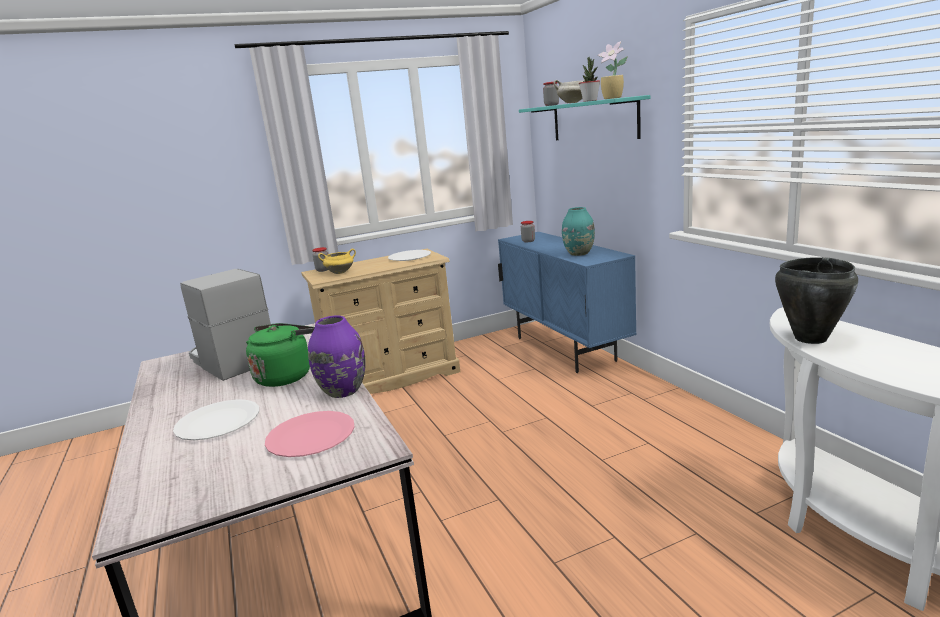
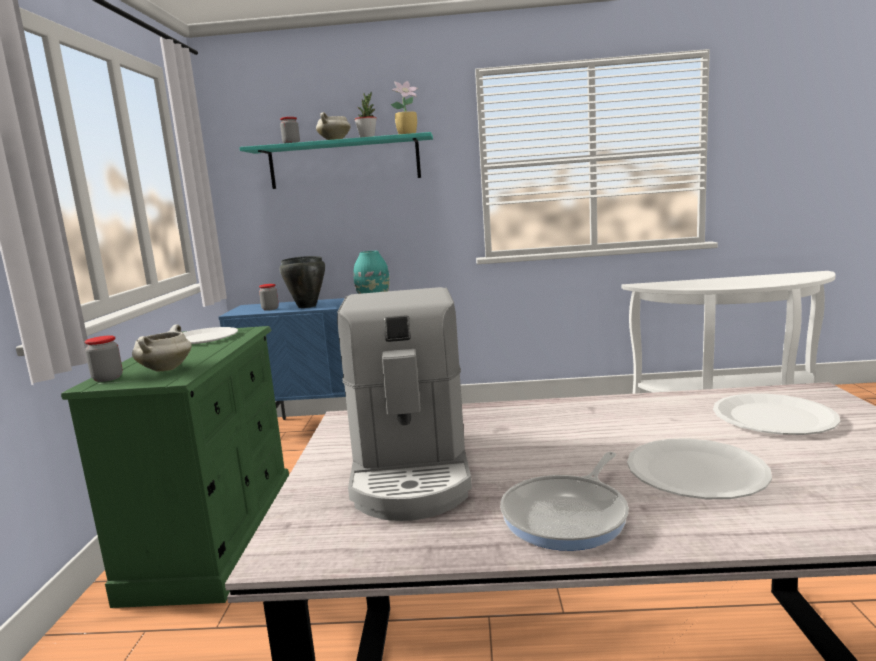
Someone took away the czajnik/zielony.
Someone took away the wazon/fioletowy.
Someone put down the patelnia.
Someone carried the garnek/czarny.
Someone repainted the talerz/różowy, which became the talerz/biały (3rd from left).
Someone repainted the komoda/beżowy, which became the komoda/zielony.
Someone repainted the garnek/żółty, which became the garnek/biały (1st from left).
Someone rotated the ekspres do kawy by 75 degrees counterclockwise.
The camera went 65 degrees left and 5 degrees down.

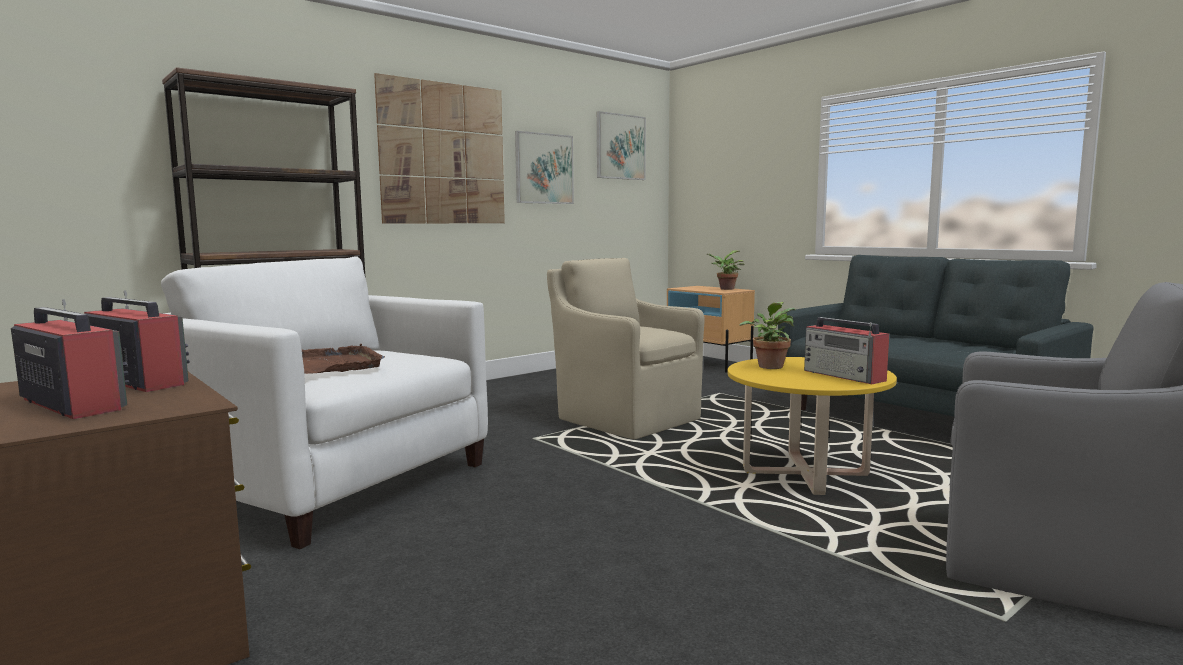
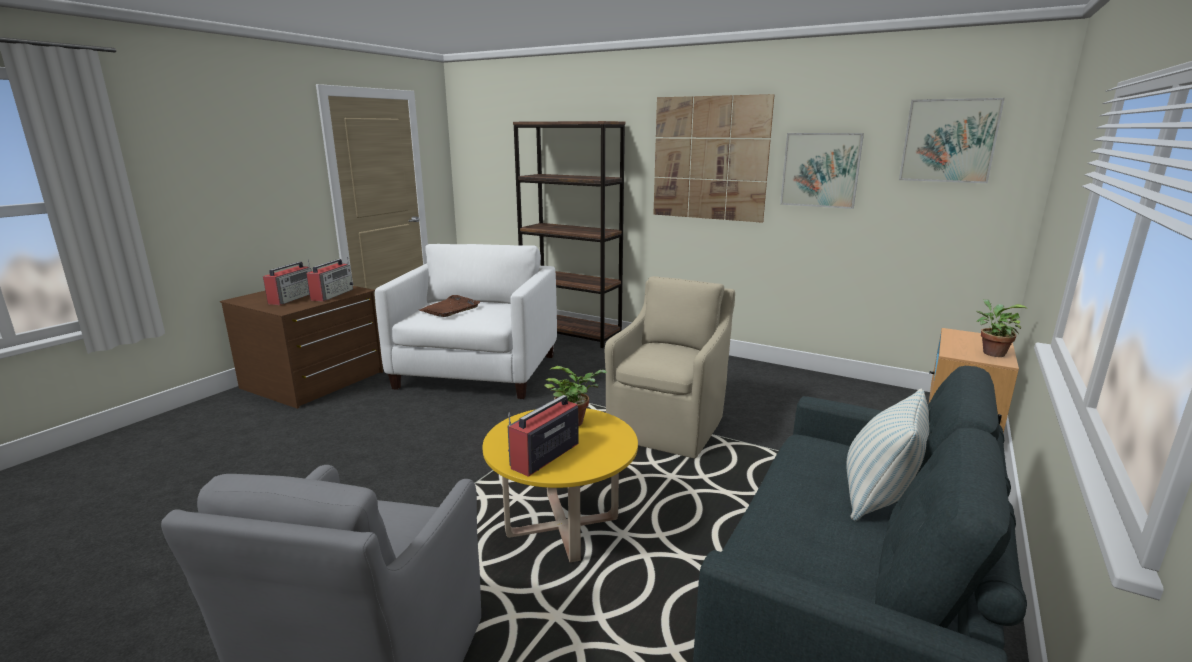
Someone put down the poduszka.
The camera went 70 degrees right and 10 degrees up.

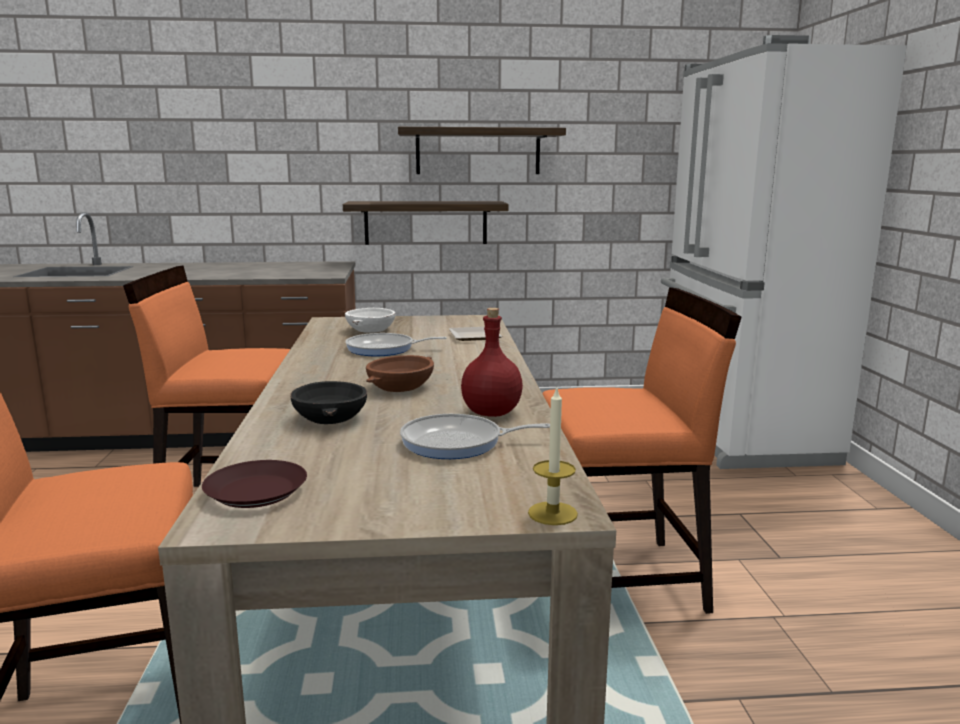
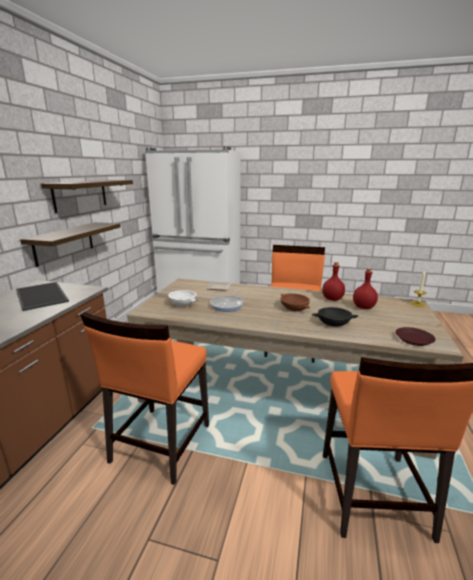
Someone put down the taca.
Someone swapped the patelnia (2nd from left) for the butelka/czerwony (2nd from left).
The camera went 70 degrees left and 5 degrees up.

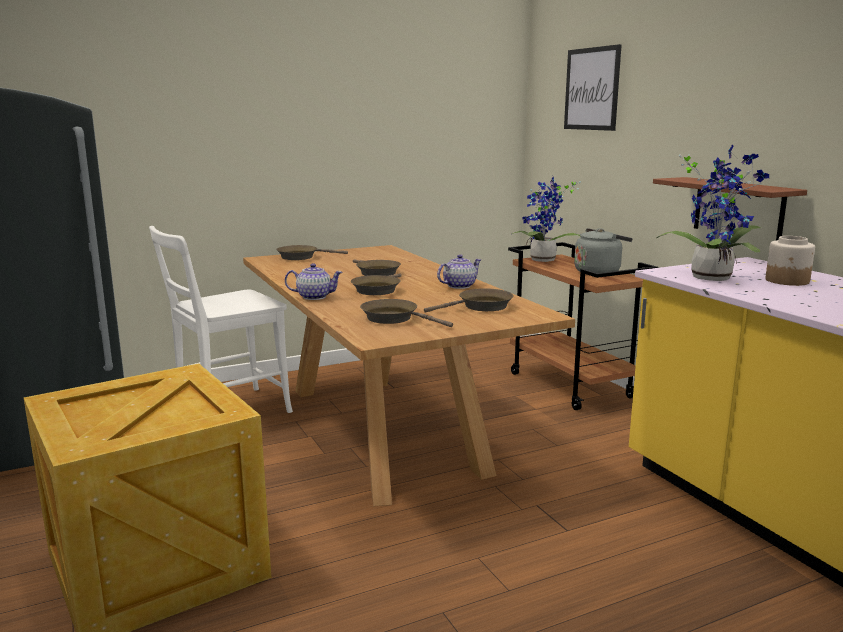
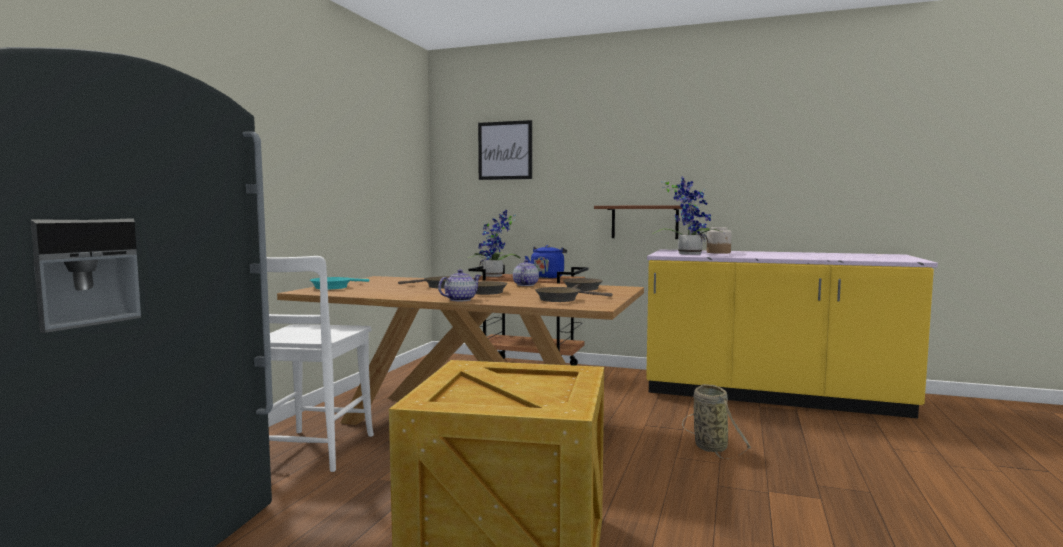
Someone put down the koszyk.
Someone repainted the patelnia/brązowy (1st from left), which became the patelnia/turkusowy.
Someone repainted the czajnik/szary, which became the czajnik/niebieski.
The camera went 45 degrees left and 10 degrees down.

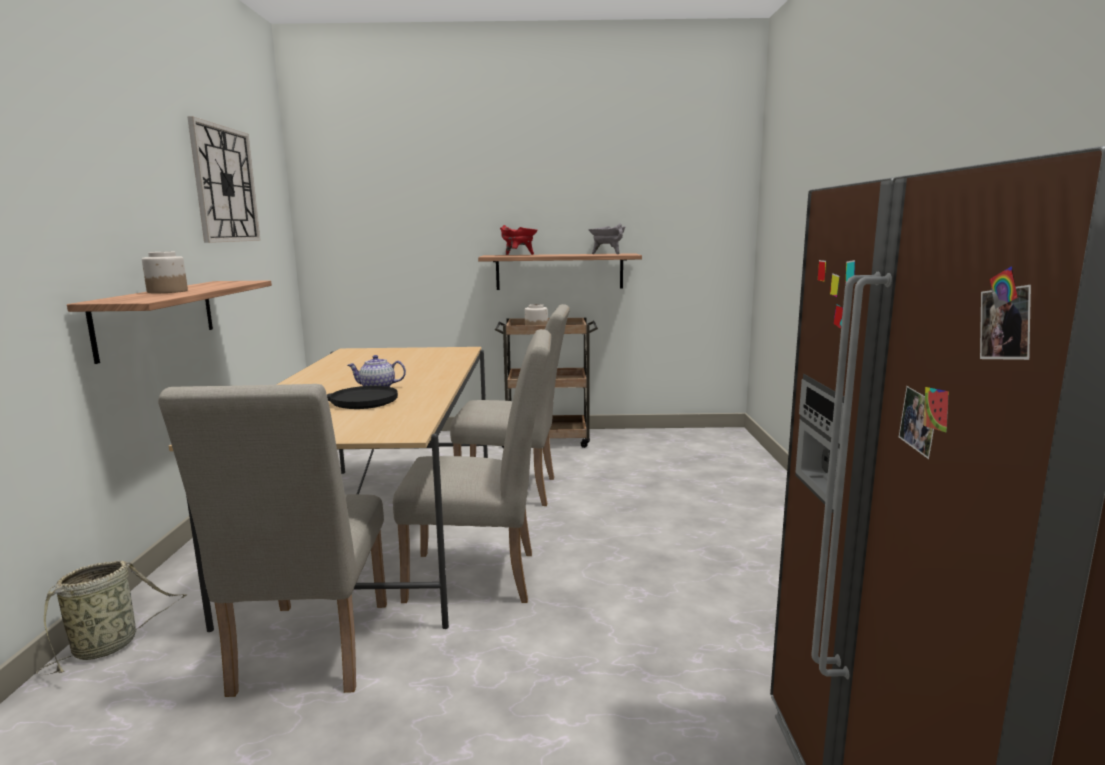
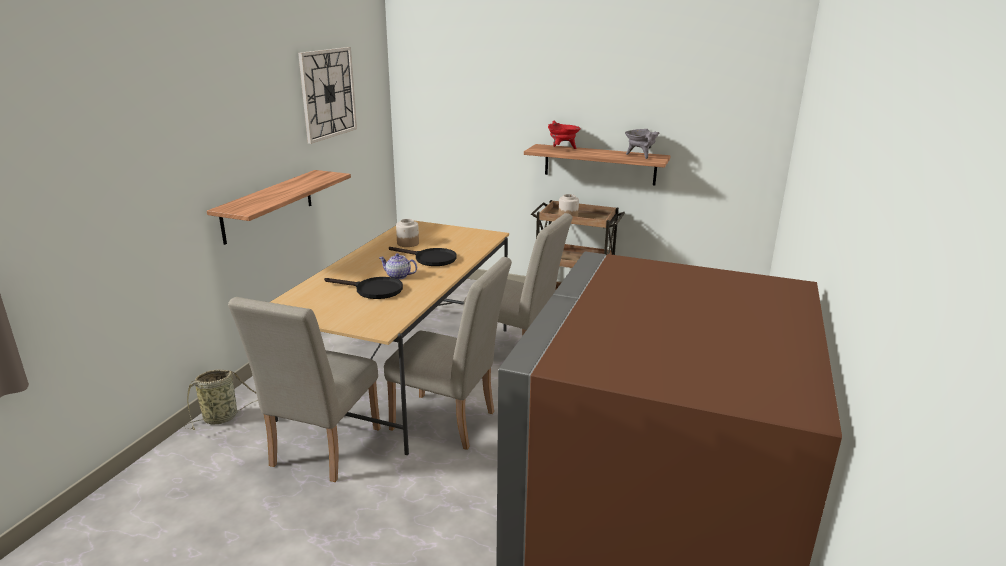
Someone put down the patelnia/czarny (2nd from left).
Someone carried the słoik (1st from left).
The camera went 20 degrees right and 10 degrees up.

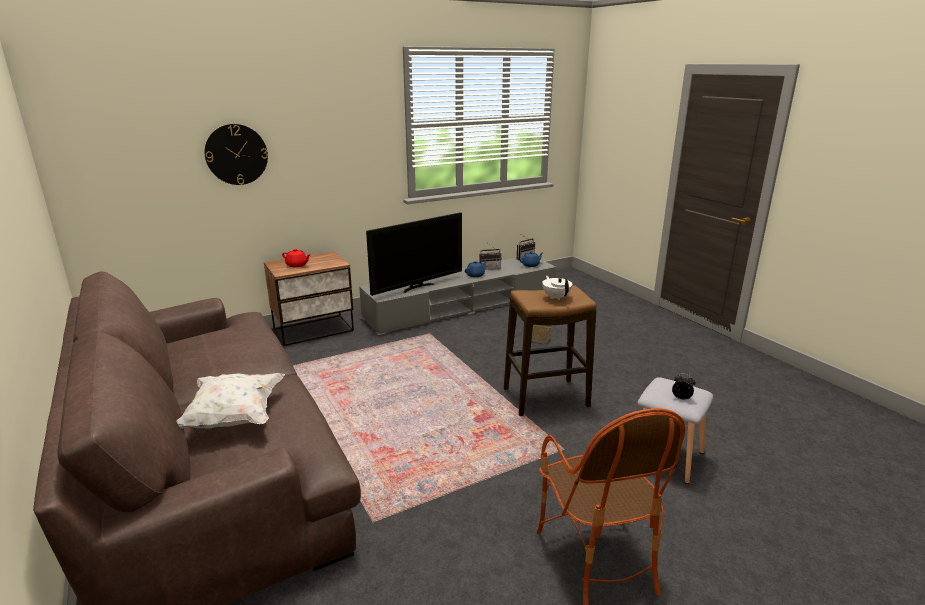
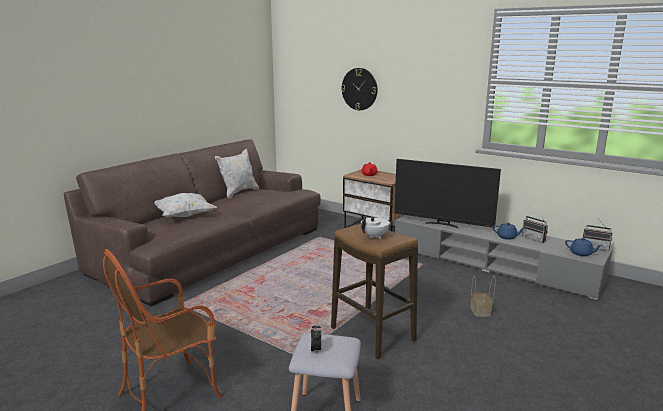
Someone put down the poduszka/biały (2nd from left).
The camera went 65 degrees right and 5 degrees down.

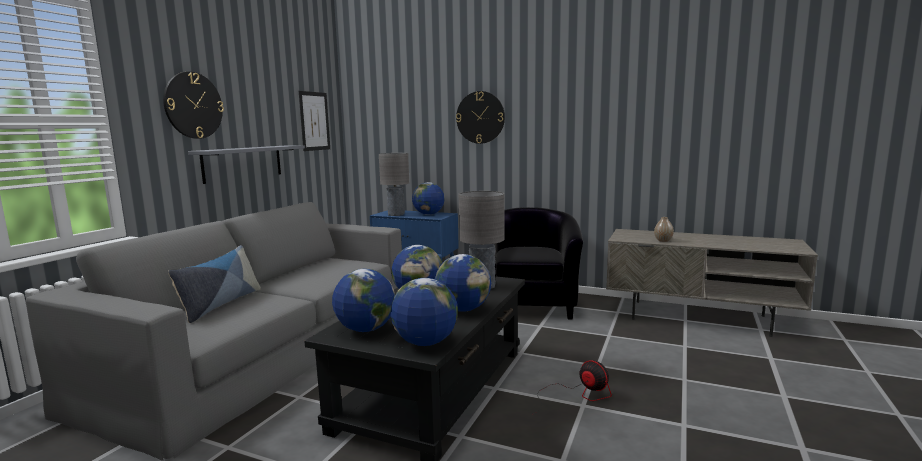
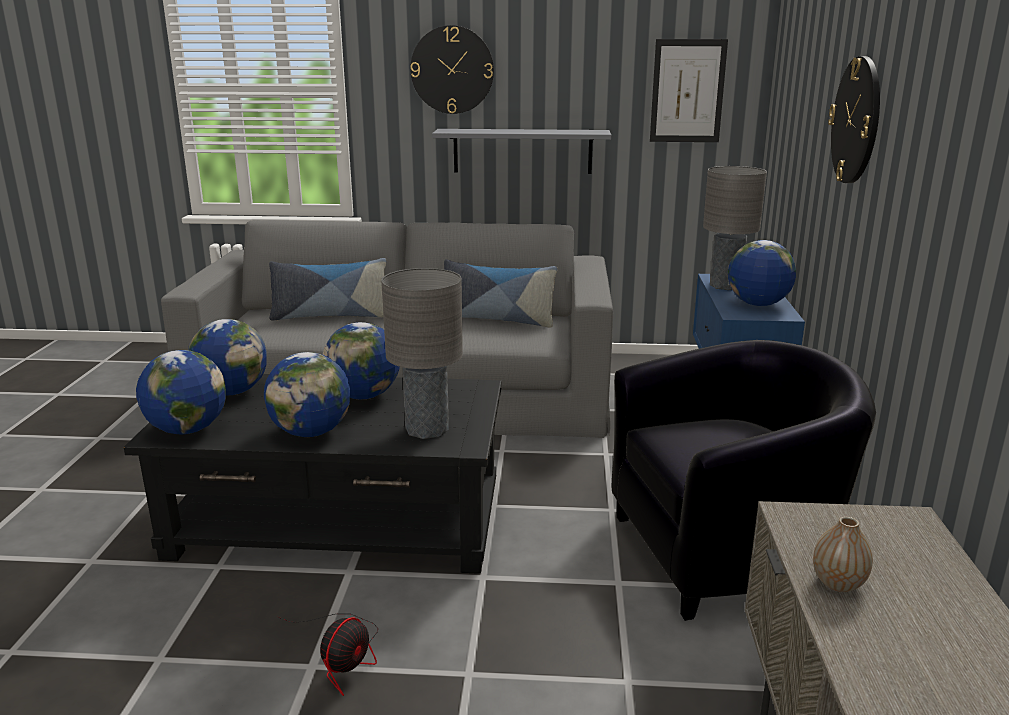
Someone put down the poduszka (2nd from left).
The camera went 70 degrees right and 10 degrees up.

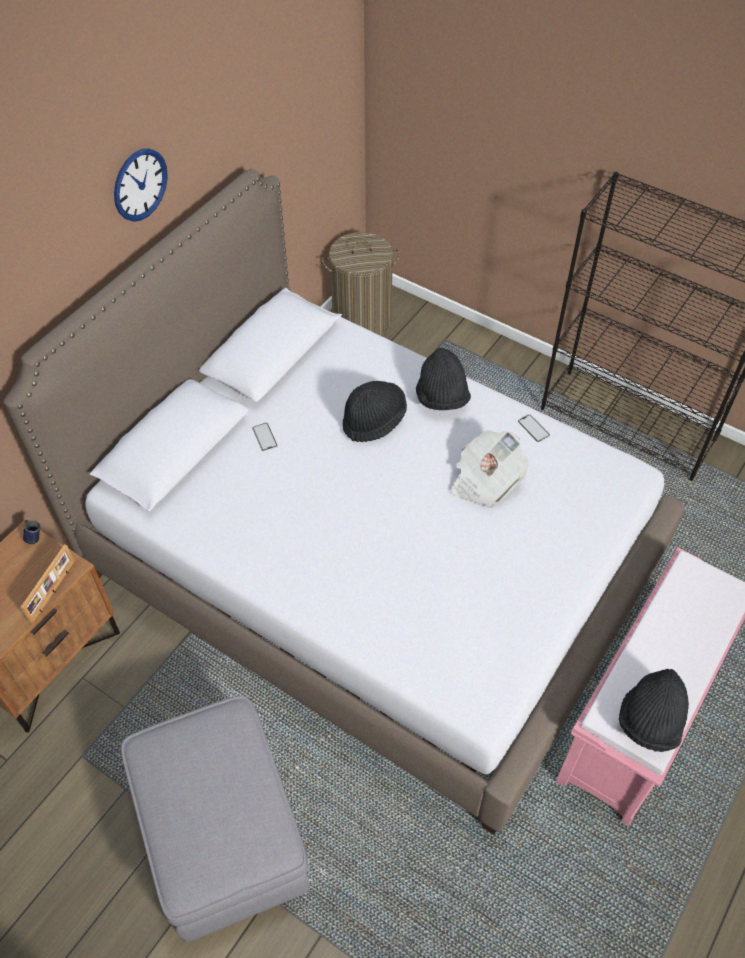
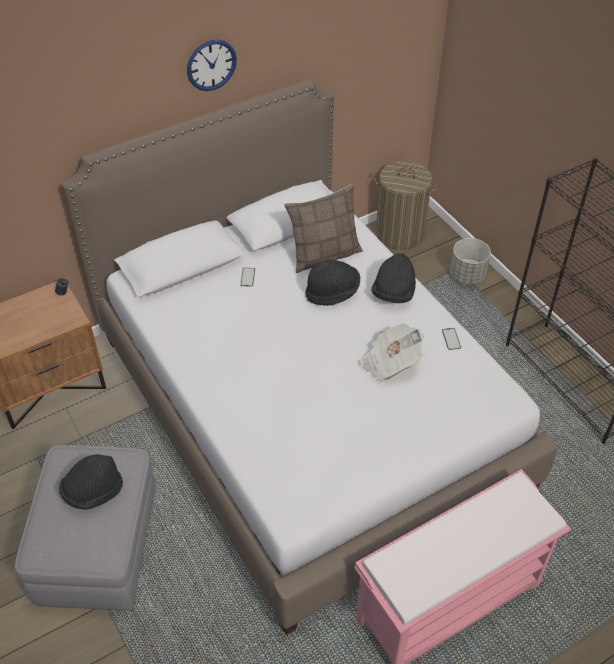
Someone took away the ramka na zdjęcie.
Someone put down the poduszka.
Someone put down the donica/szary.
Someone carried the kapelusz/czarny (3rd from left in the first image).
The camera went 25 degrees right and 5 degrees down.

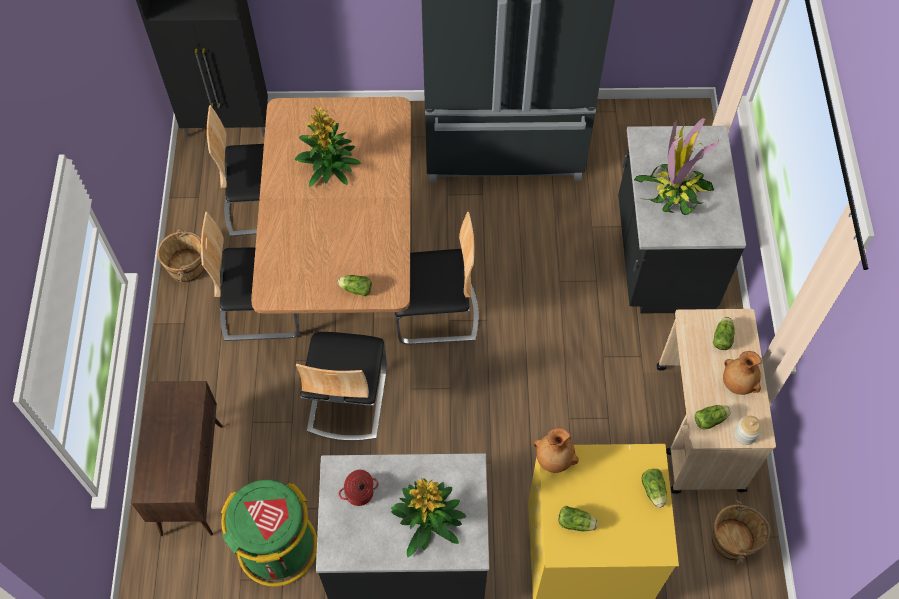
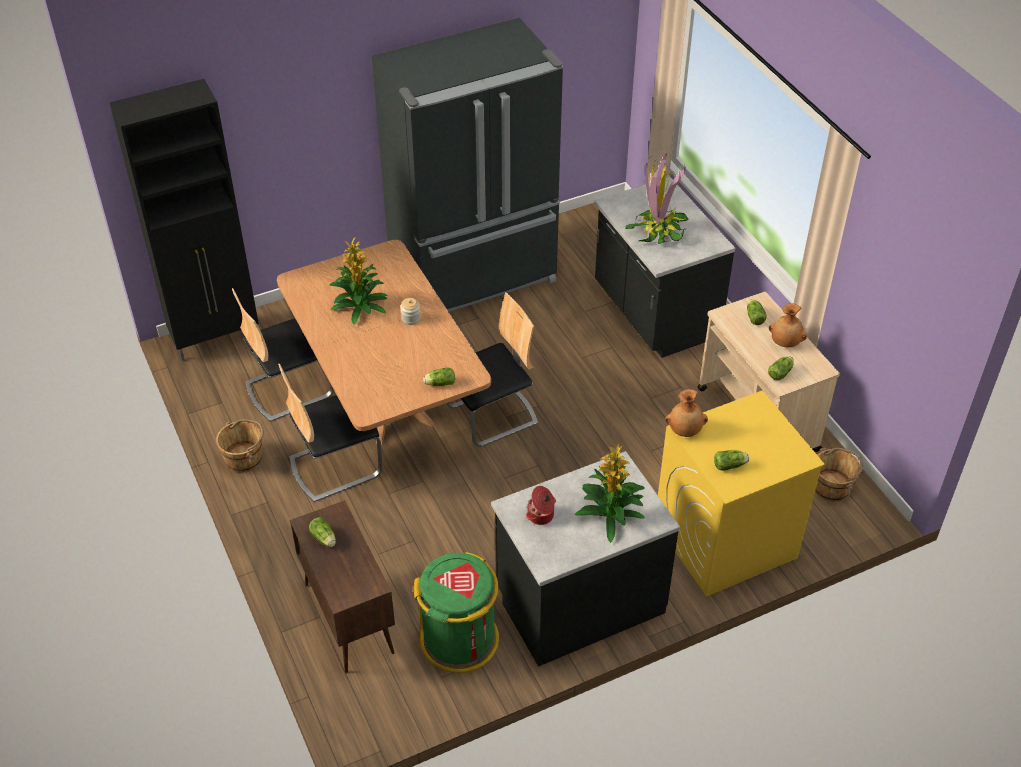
Someone took away the krzesło (3rd from left).
Someone carried the sałata (3rd from left in the first image).
Someone carried the słoik.
The camera went 25 degrees left and 15 degrees down.

